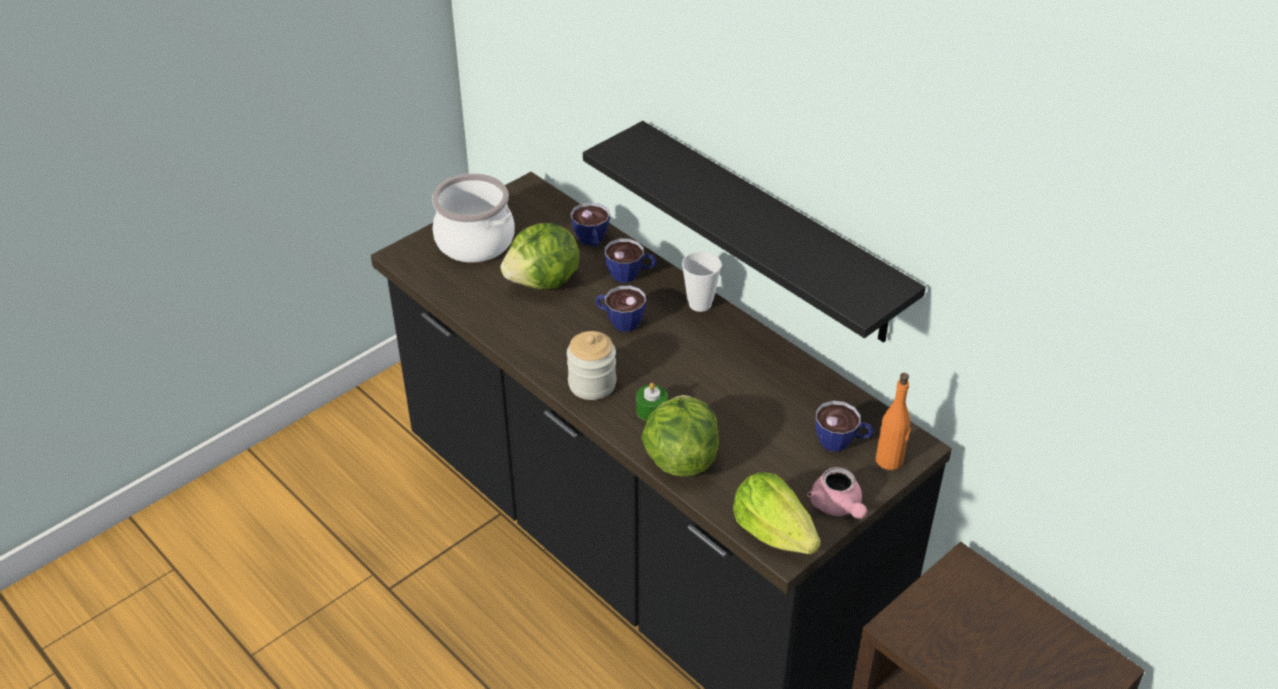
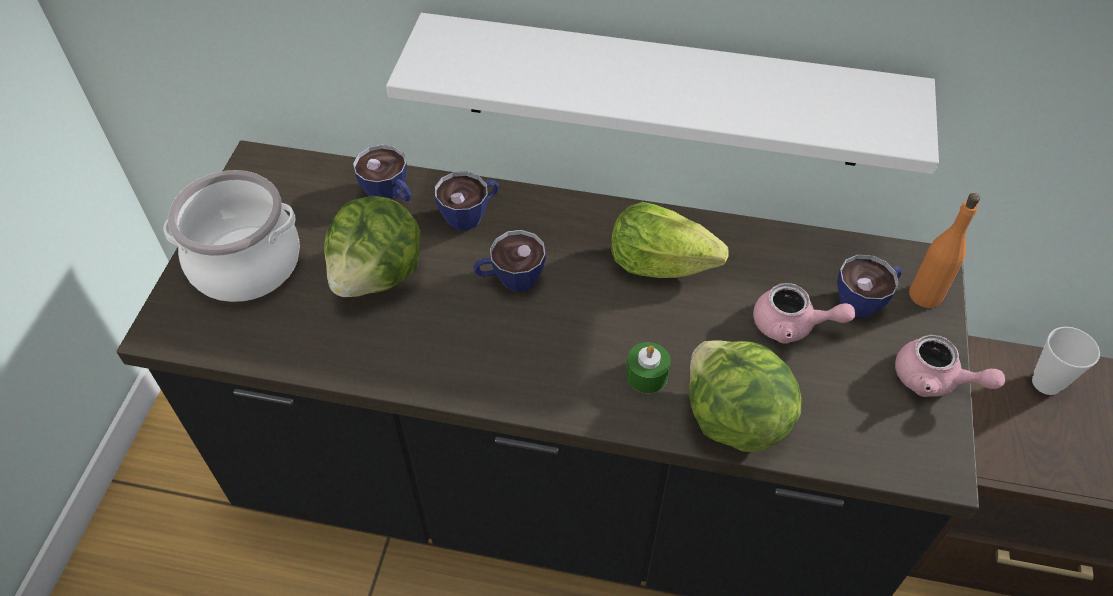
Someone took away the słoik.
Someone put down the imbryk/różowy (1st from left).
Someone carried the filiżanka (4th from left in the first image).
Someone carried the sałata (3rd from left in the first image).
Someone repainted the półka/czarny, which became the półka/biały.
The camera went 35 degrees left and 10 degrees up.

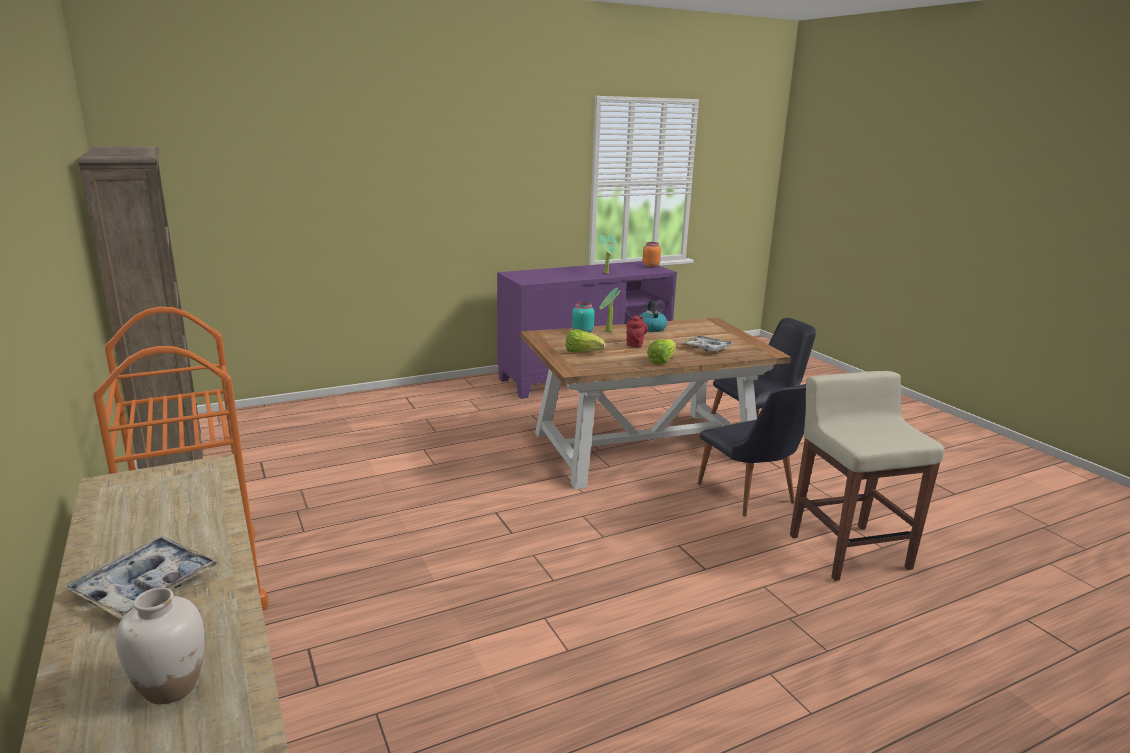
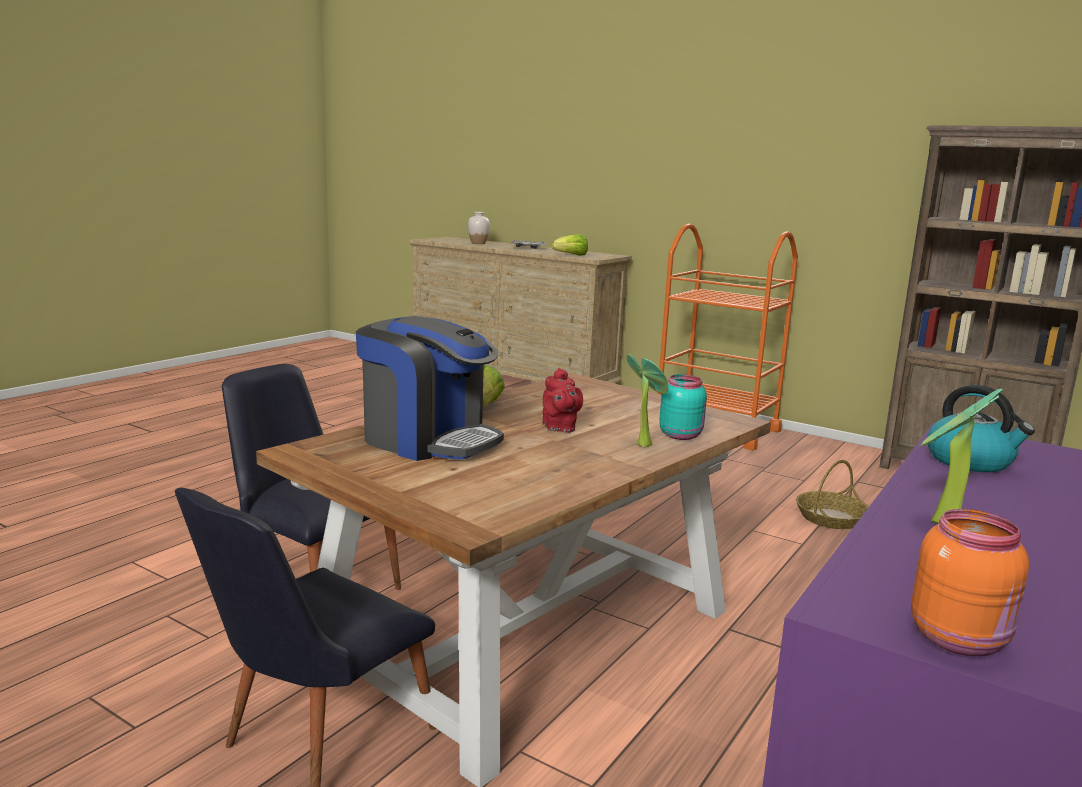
Someone took away the stołek/beżowy.
Someone put down the koszyk.
Someone carried the sałata (1st from left in the first image).
Someone carried the czajnik.
Someone swapped the taca (2nd from left) for the ekspres do kawy.
The camera went 150 degrees right and 5 degrees down.

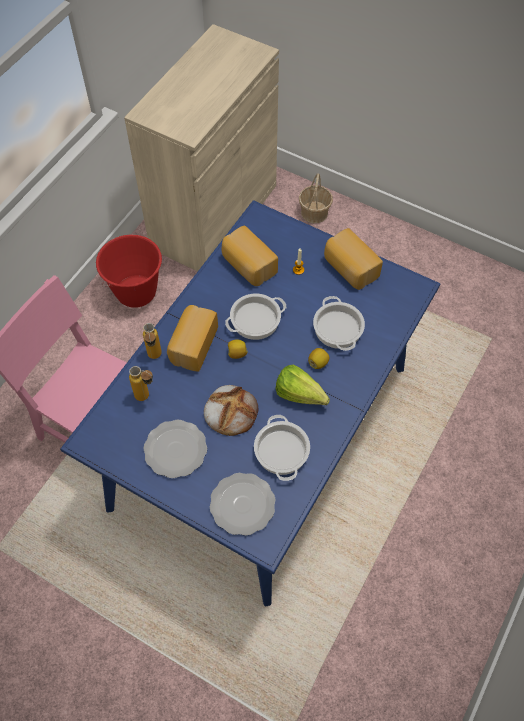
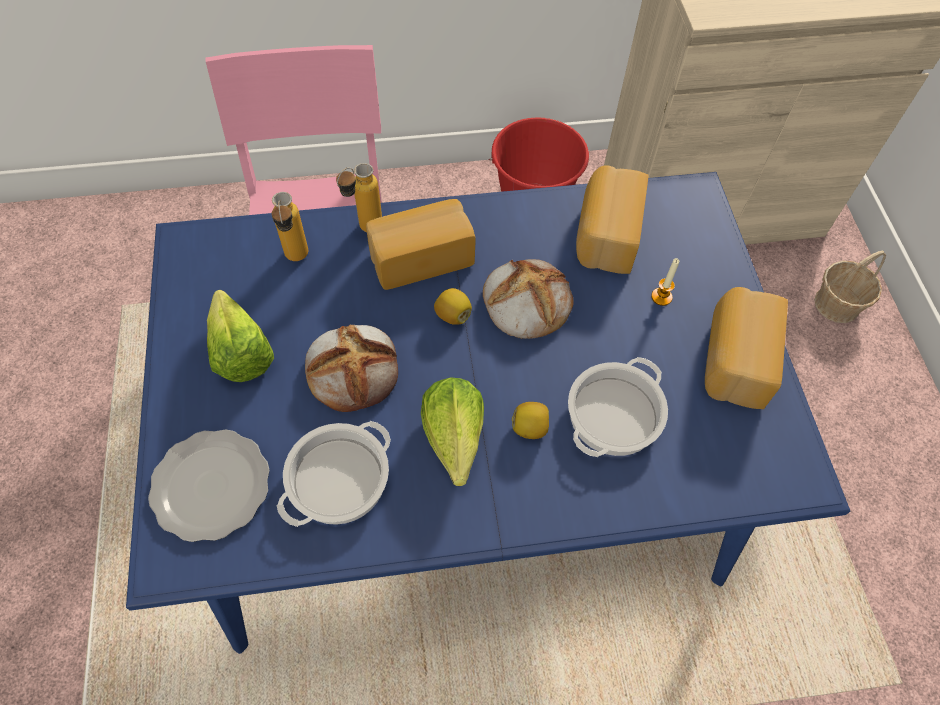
Someone swapped the talerz (1st from left) for the sałata (1st from left).
Someone swapped the garnek (1st from left) for the chleb (3rd from left).
The camera went 50 degrees right and 0 degrees up.

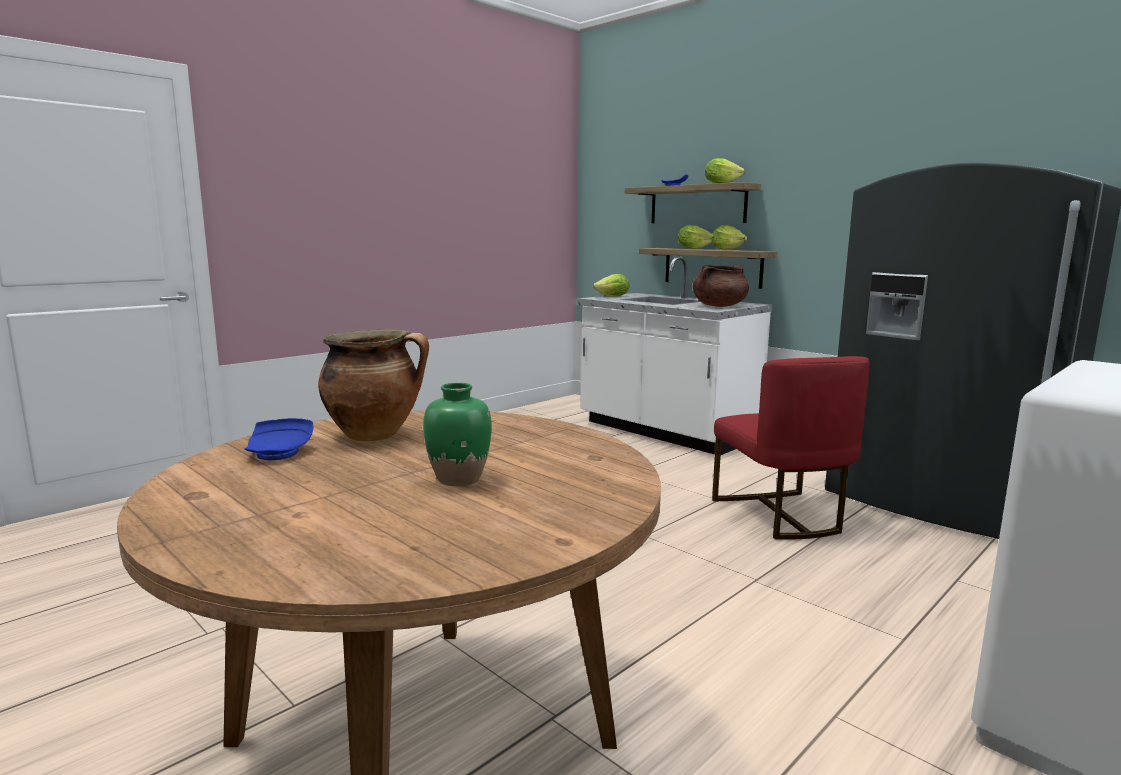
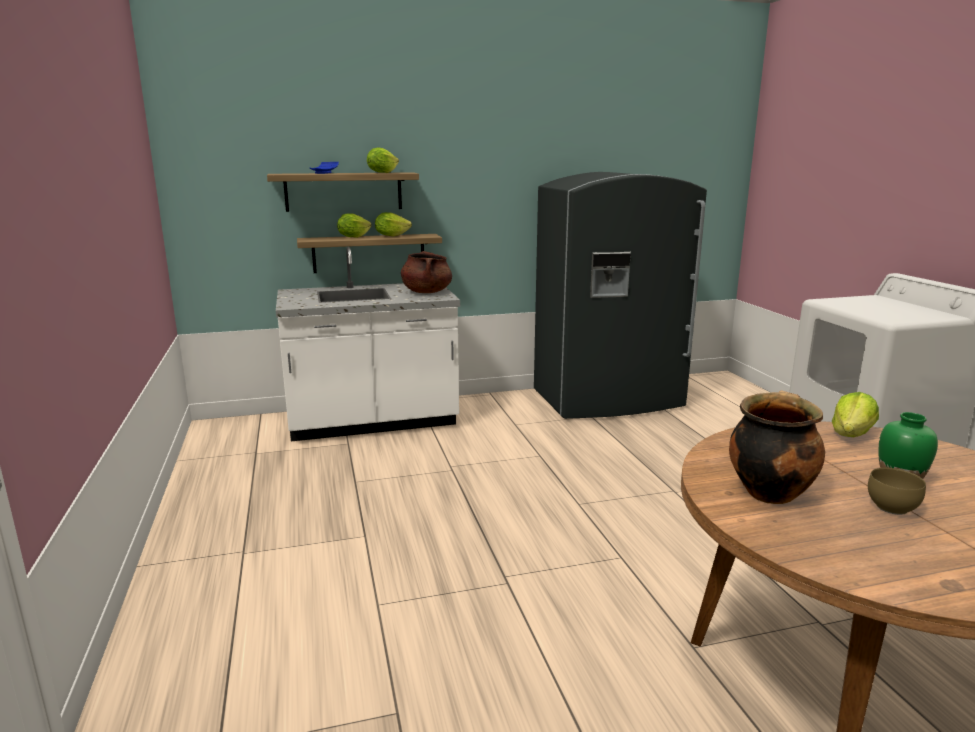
Someone took away the talerz/niebieski (1st from left).
Someone took away the krzesło/czerwony.
Someone put down the miska/brązowy.
Someone carried the sałata (1st from left in the first image).
The camera went 60 degrees left and 5 degrees up.

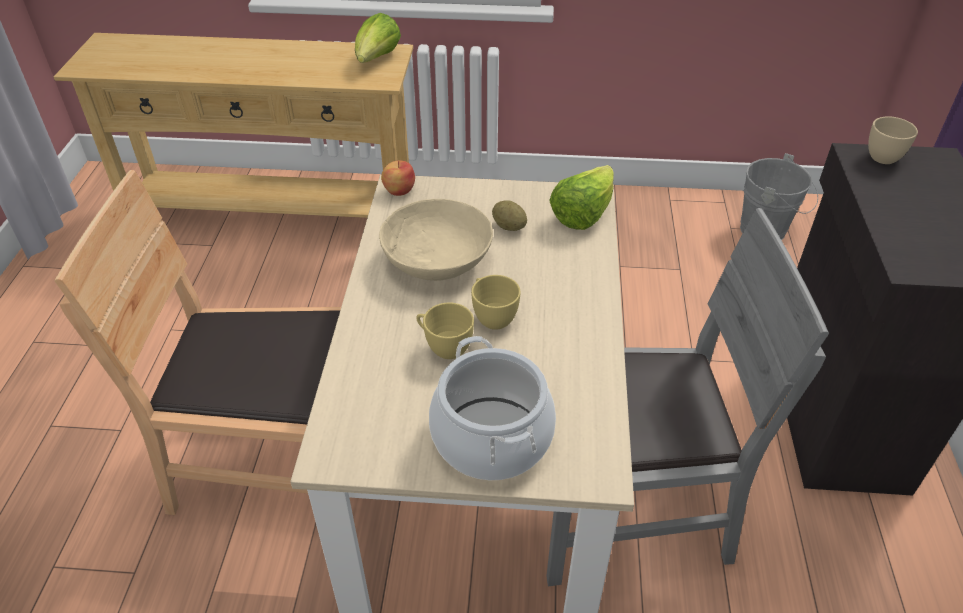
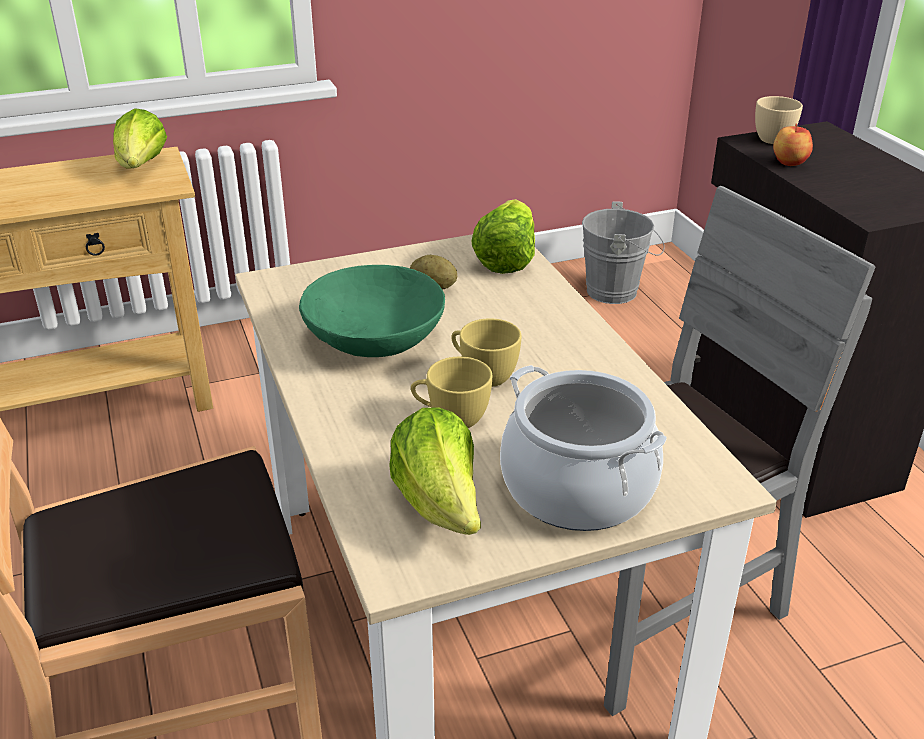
Someone put down the sałata (2nd from left).
Someone carried the jabłko.
Someone repainted the miska/beżowy, which became the miska/zielony.
The camera went 25 degrees left and 10 degrees down.

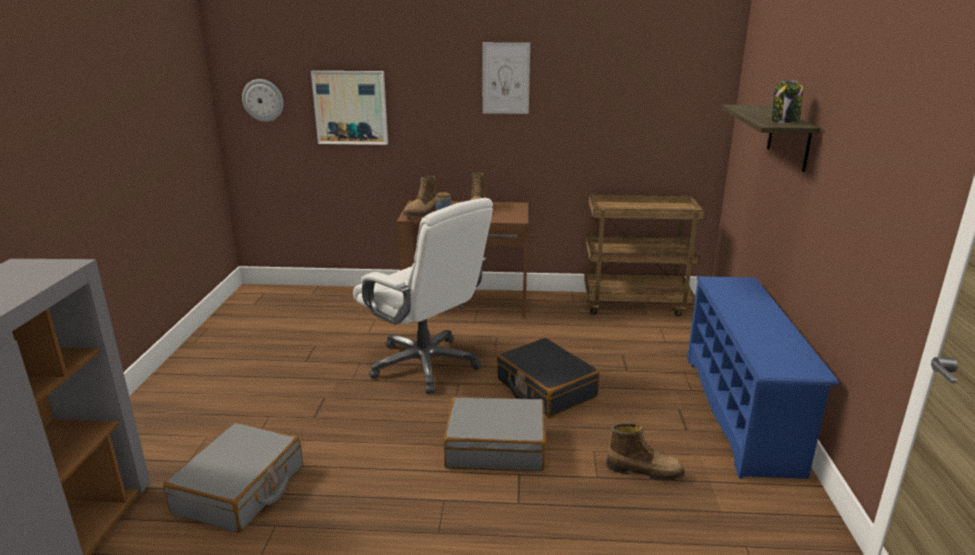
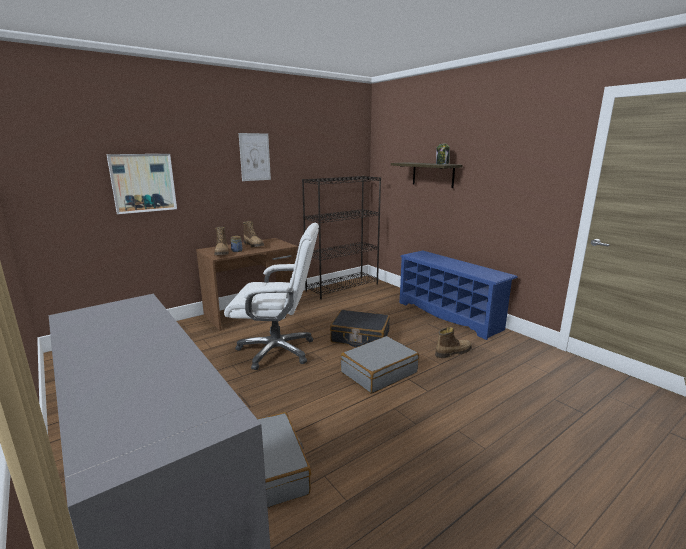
Someone took away the zegar ścienny.
Someone swapped the wózek/brązowy for the regał/czarny.
The camera went 40 degrees left and 5 degrees down.

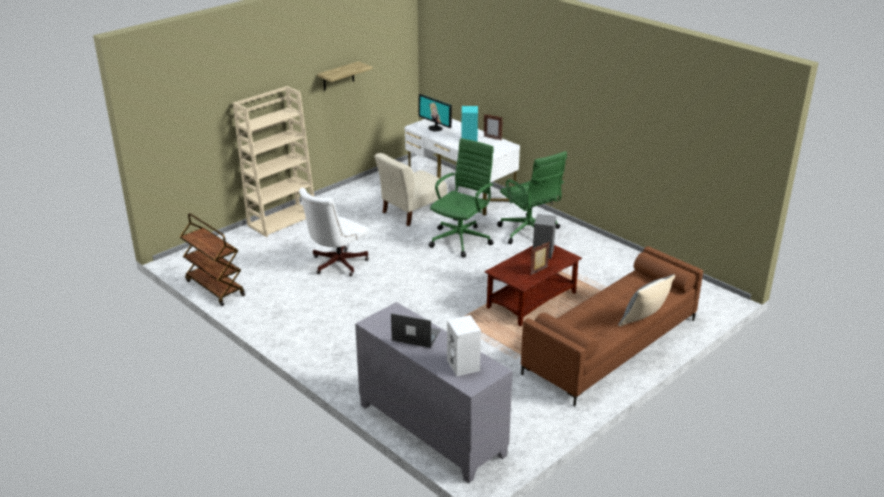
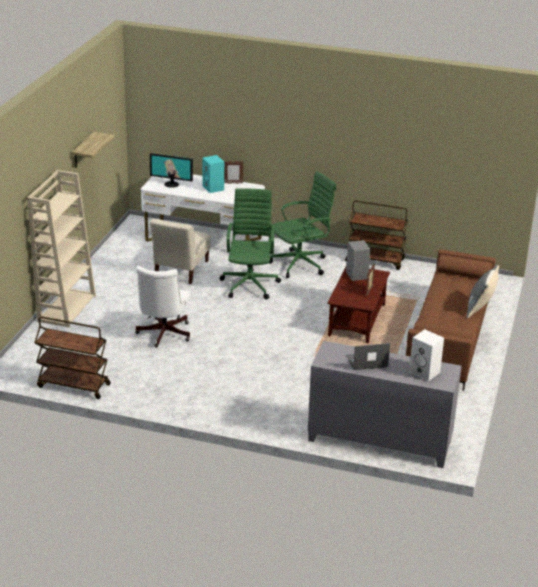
Someone put down the wózek/brązowy (2nd from left).
Someone rotated the krzesło biurowe/zielony (2nd from left) by 60 degrees counterclockwise.
The camera went 30 degrees left and 0 degrees up.

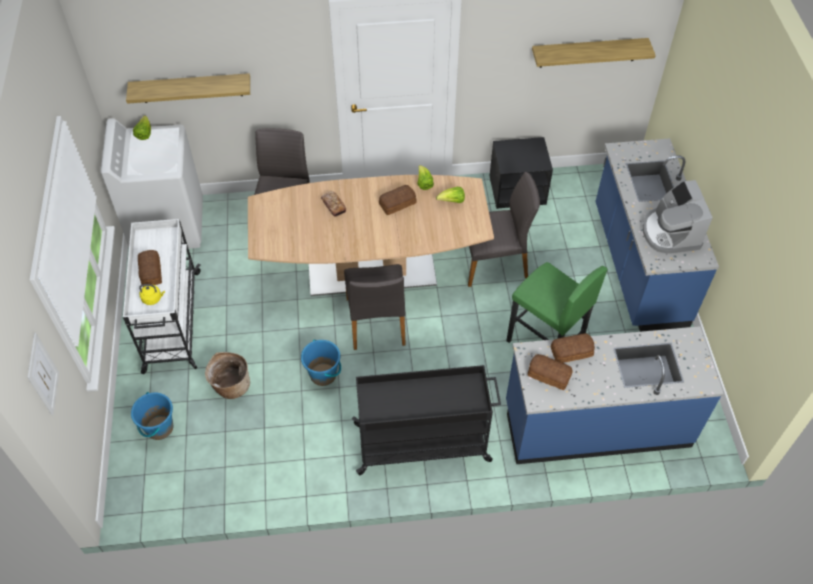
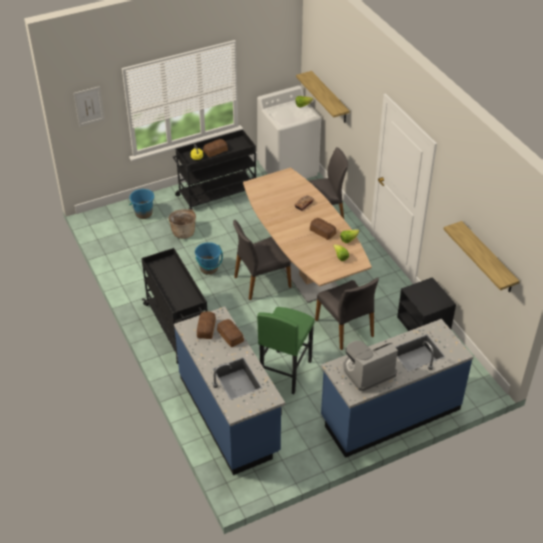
Someone repainted the wózek/biały, which became the wózek/czarny (2nd from left).
The camera went 70 degrees right and 10 degrees down.

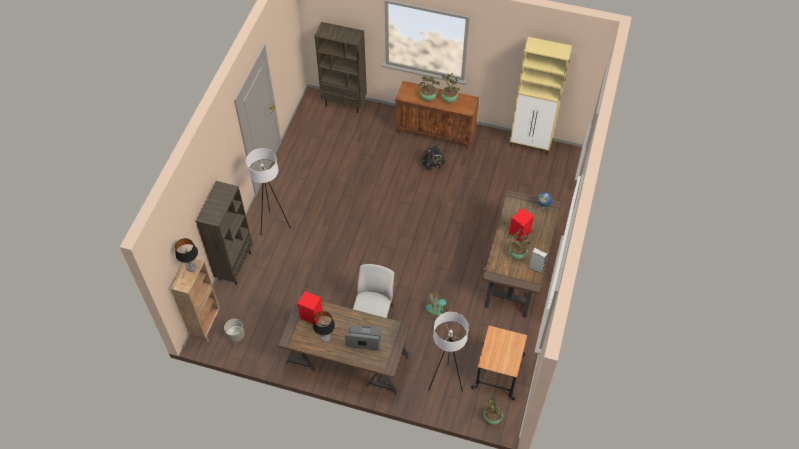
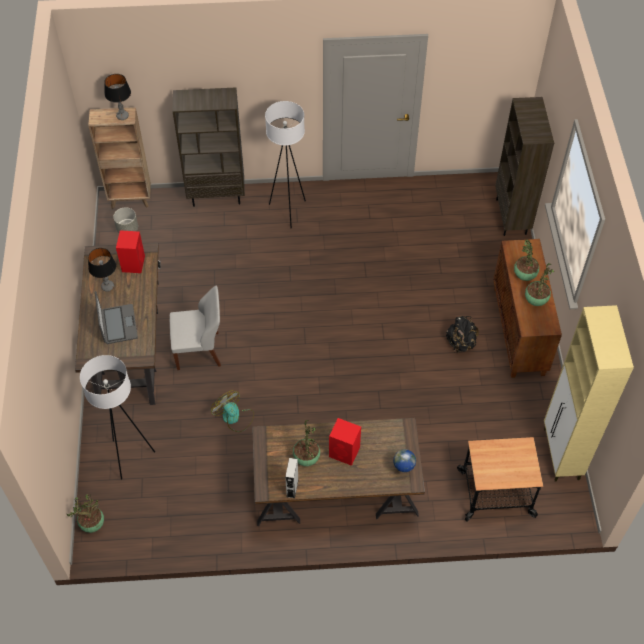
Someone carried the wózek.
The camera went 70 degrees right and 0 degrees up.

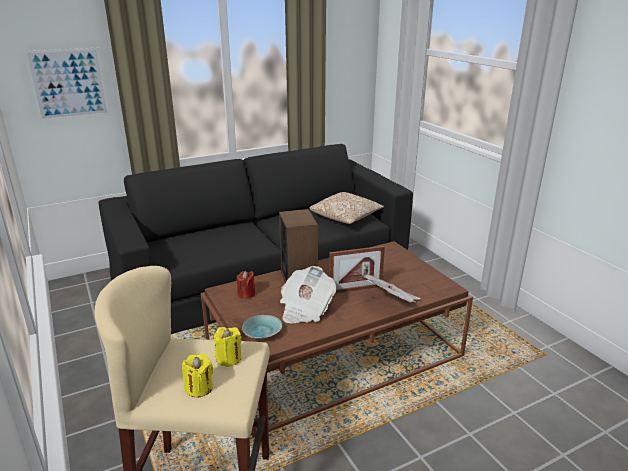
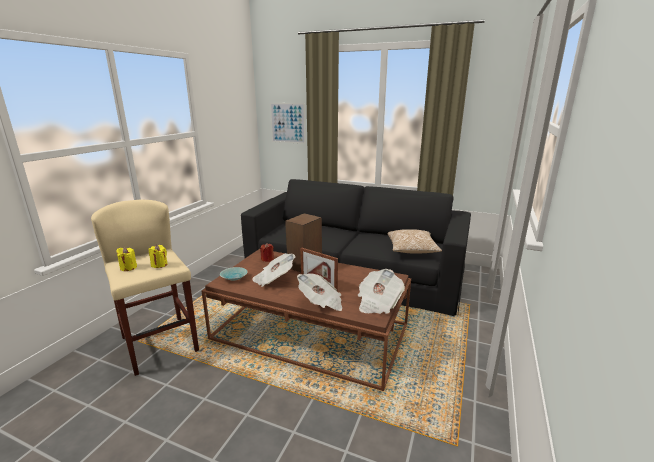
Someone put down the gazeta (3rd from left).
The camera went 50 degrees right and 5 degrees down.

